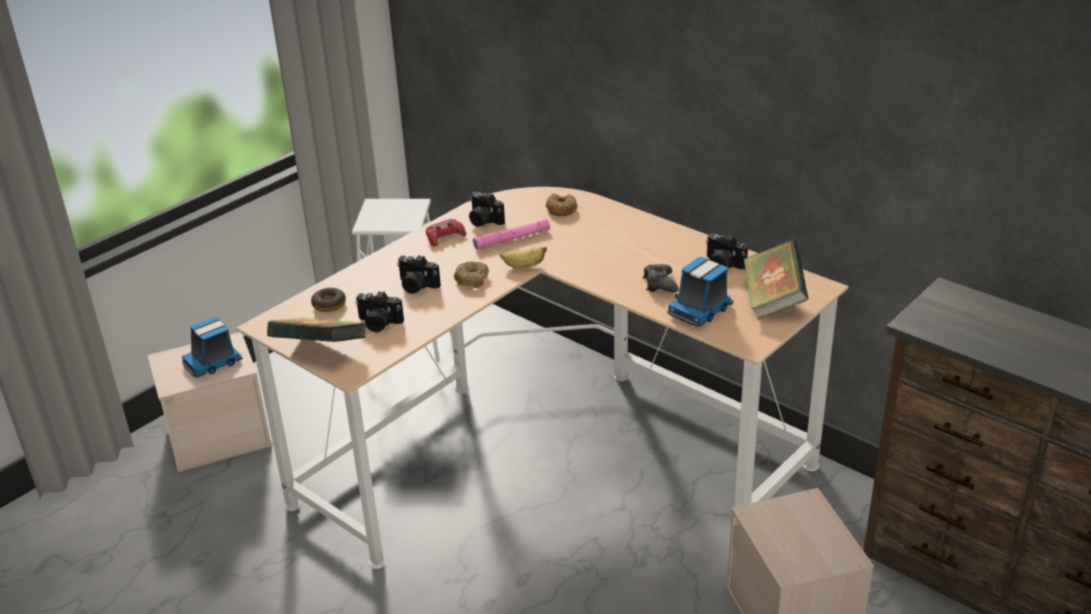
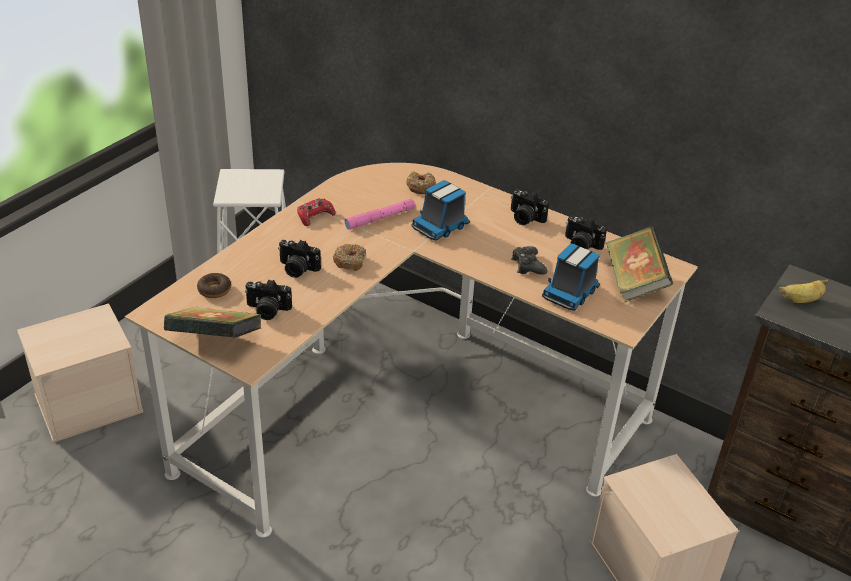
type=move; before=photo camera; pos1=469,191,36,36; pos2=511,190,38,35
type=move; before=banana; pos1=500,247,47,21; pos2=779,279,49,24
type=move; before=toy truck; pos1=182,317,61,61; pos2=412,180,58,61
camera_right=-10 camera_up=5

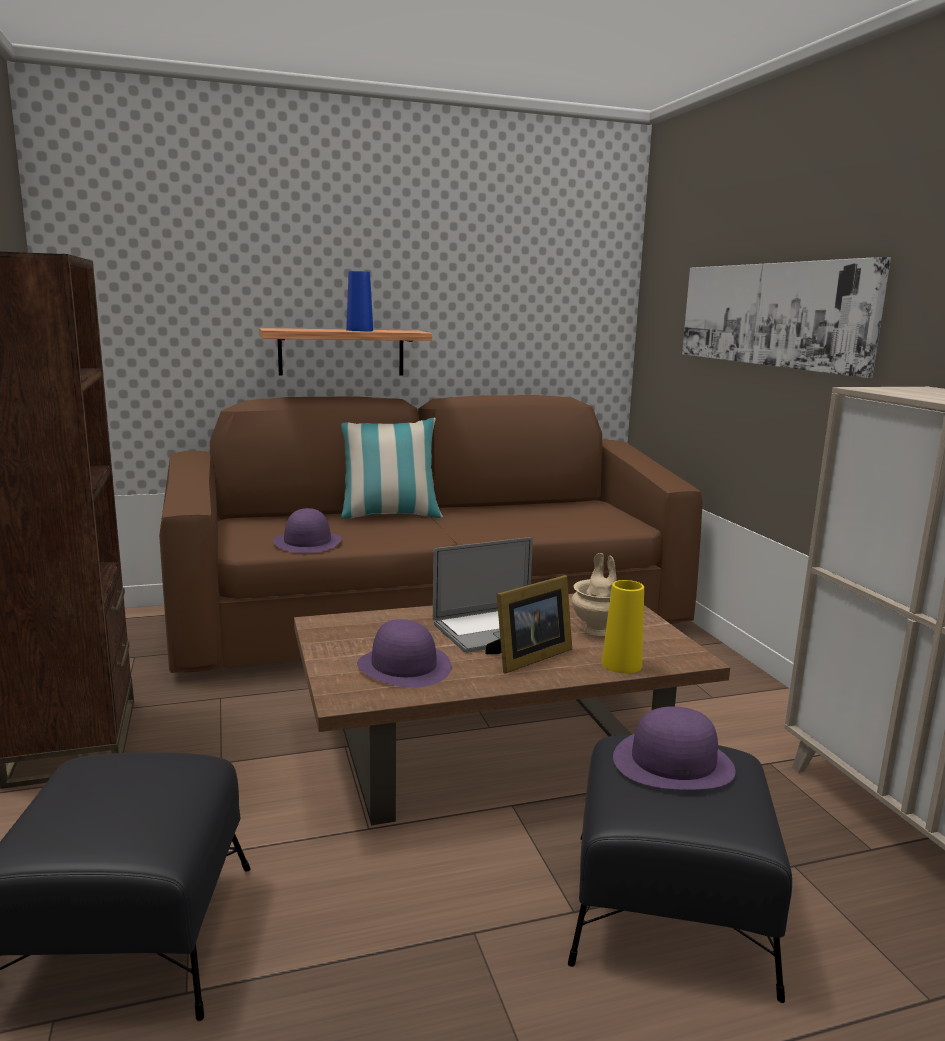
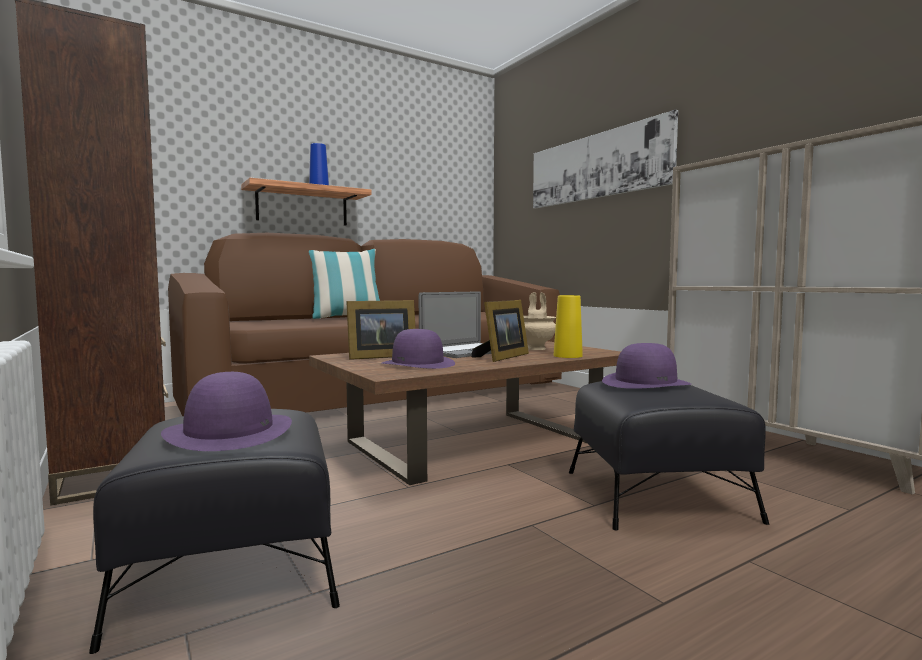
type=move; before=hat in purple; pos1=273,508,69,45; pos2=161,372,131,79
type=insert; after=picture frame; pos2=346,300,70,60
camera_right=-15 camera_up=-10

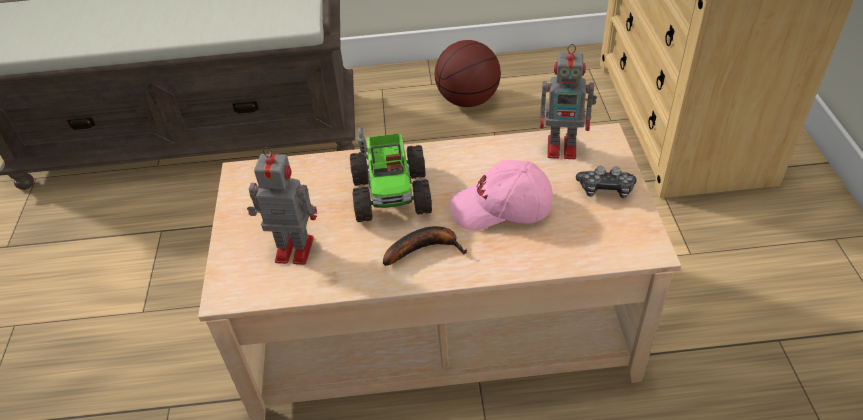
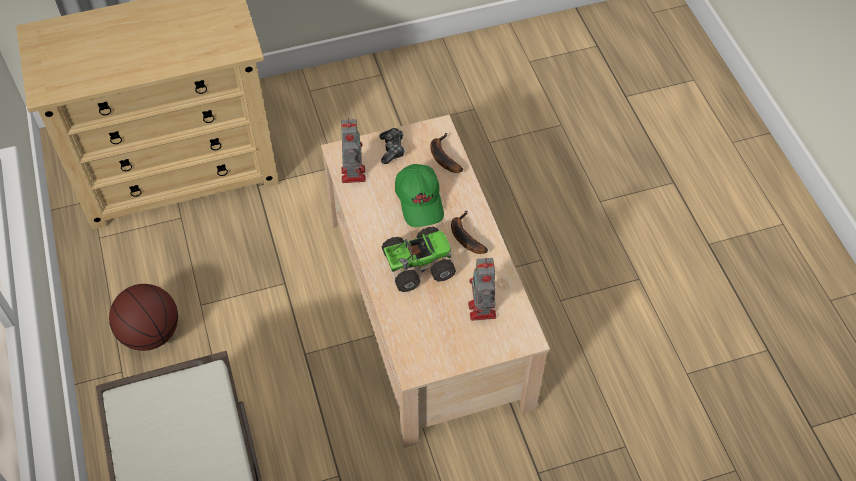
type=recolor; before=cap in pink; after=cap in green; pos1=450,160,103,71; pos2=395,164,49,63
type=insert; after=banana; pos2=430,133,33,40
camera_right=-105 camera_up=10

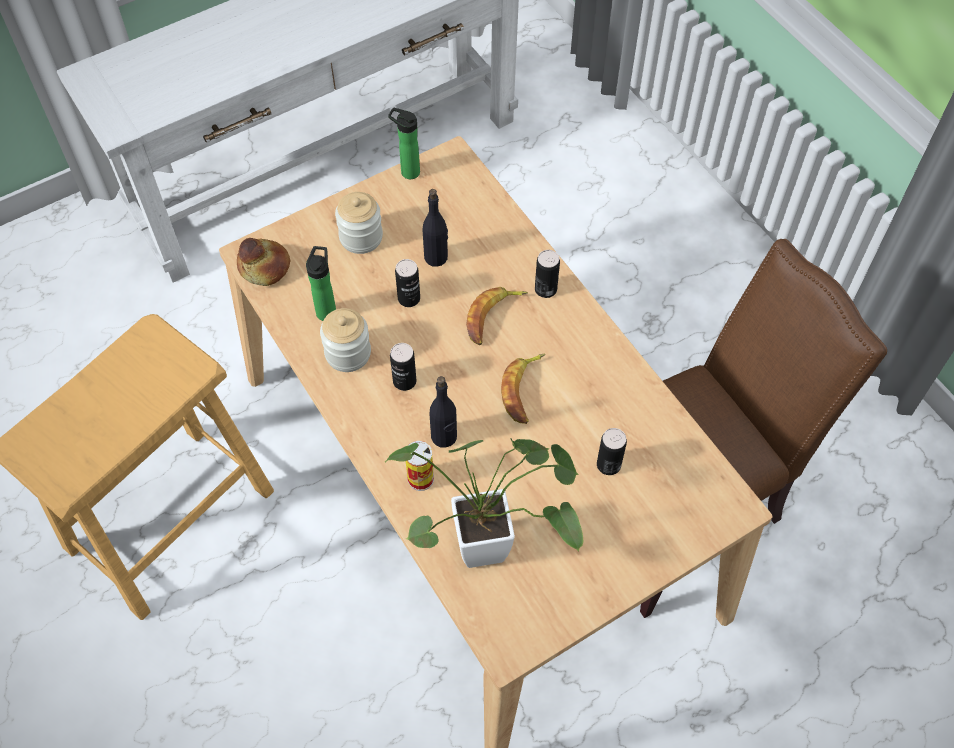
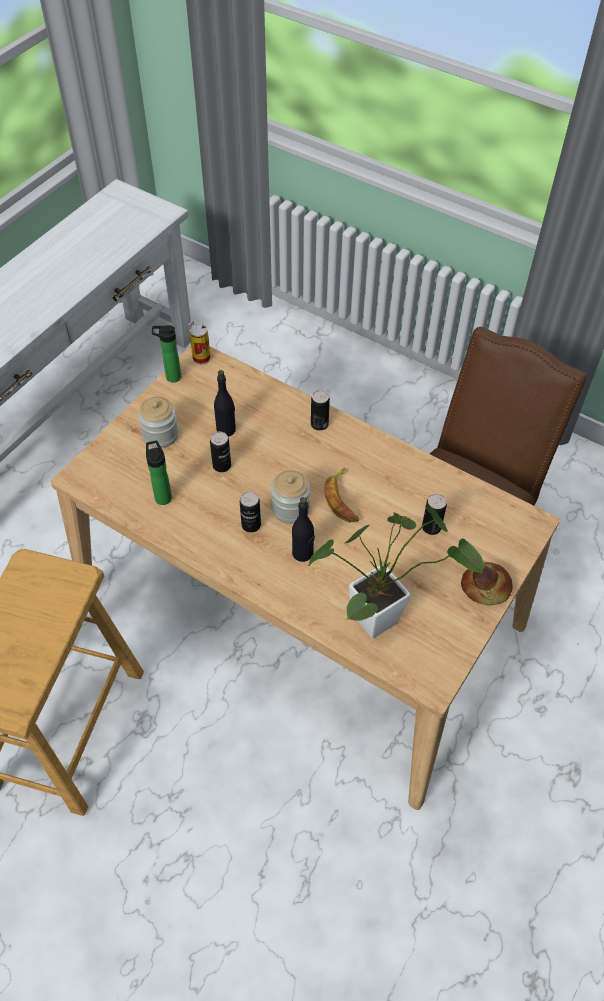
type=move; before=bread; pos1=237,238,53,48; pos2=461,562,52,43
type=delete; before=banana; pos1=466,287,62,58
type=move; before=jar; pos1=320,308,51,64; pos2=271,470,39,54
type=move; before=can; pos1=406,441,28,50; pos2=189,323,22,42
camera_right=-25 camera_up=-5

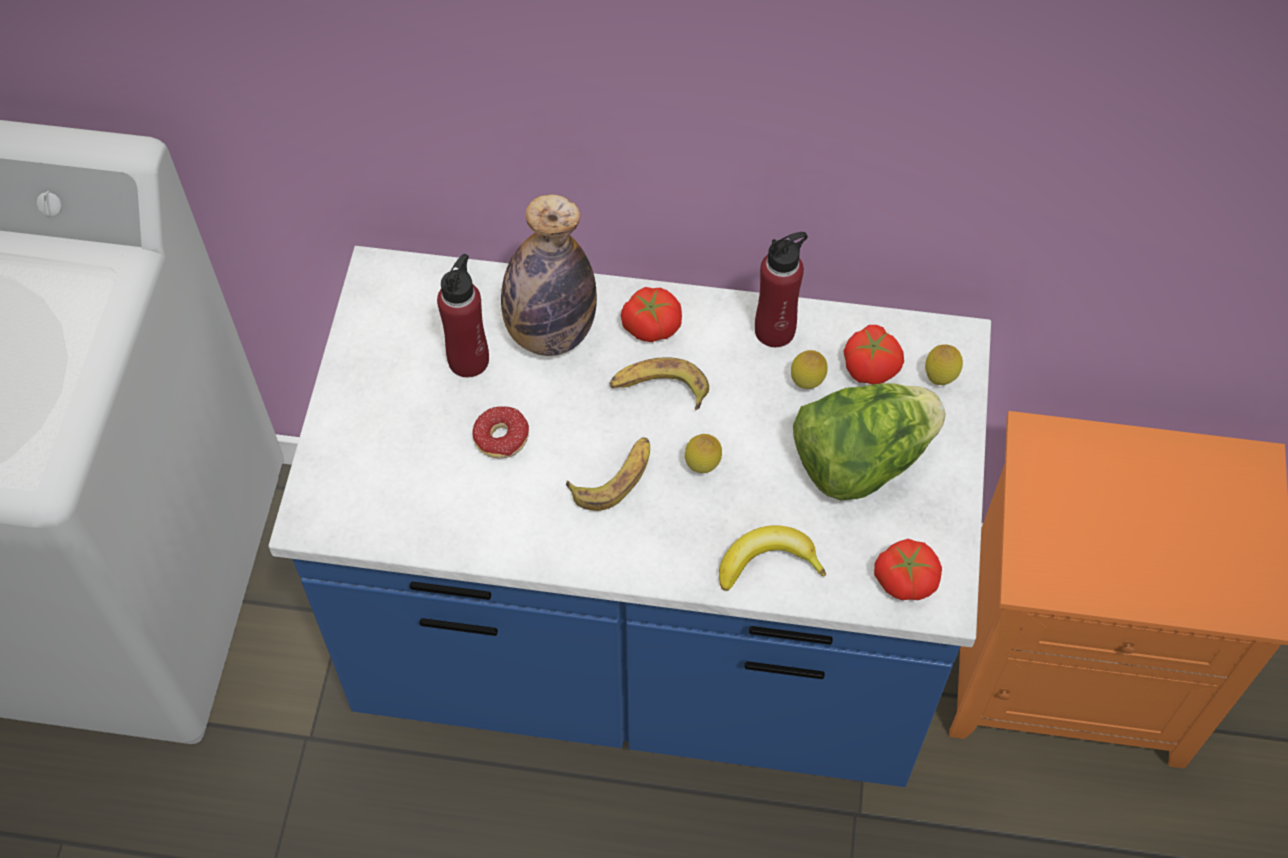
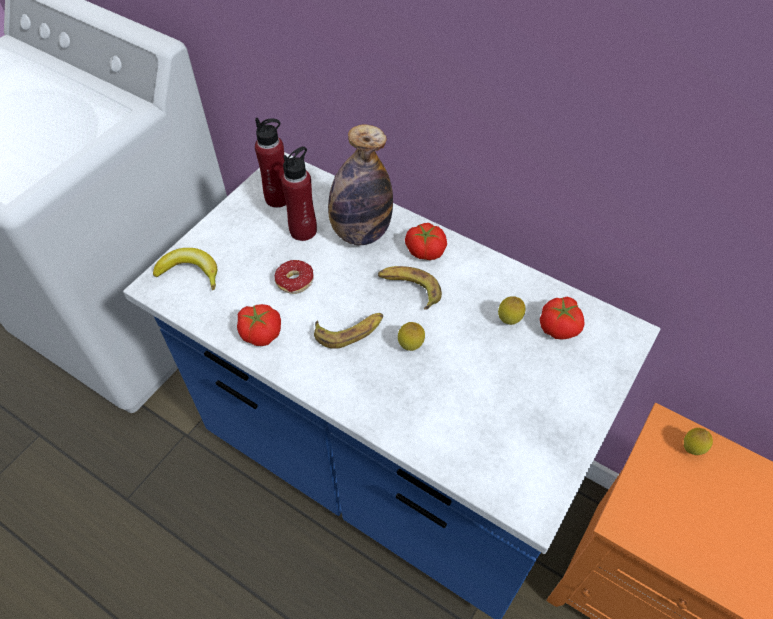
type=move; before=bottle in red; pos1=755,232,53,115; pos2=255,118,31,90
type=move; before=lemon; pos1=925,344,38,41; pos2=684,428,29,27
type=delete; before=lettuce; pos1=793,383,153,118
type=move; before=banana; pos1=719,525,107,66; pos2=153,248,64,42
type=move; before=tomato; pos1=874,539,68,61; pos2=237,304,44,42
camera_right=25 camera_up=-5

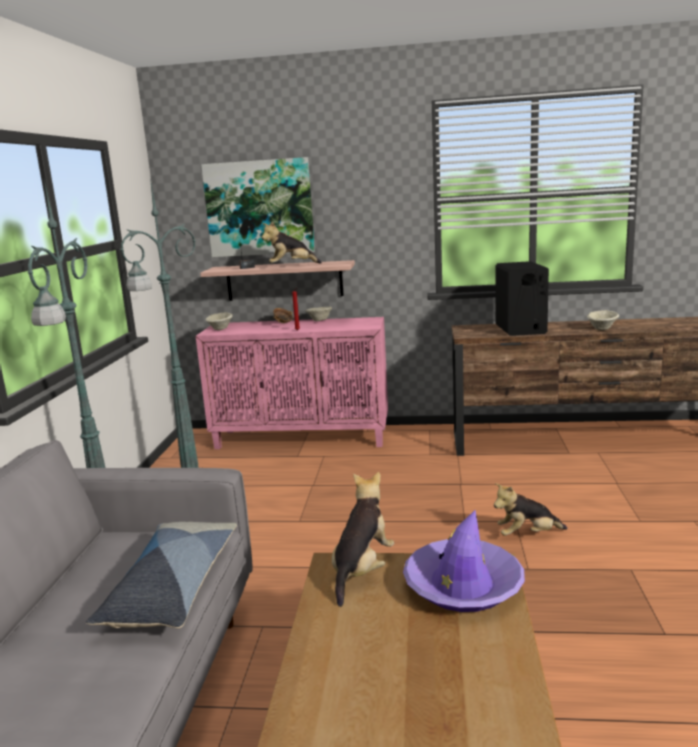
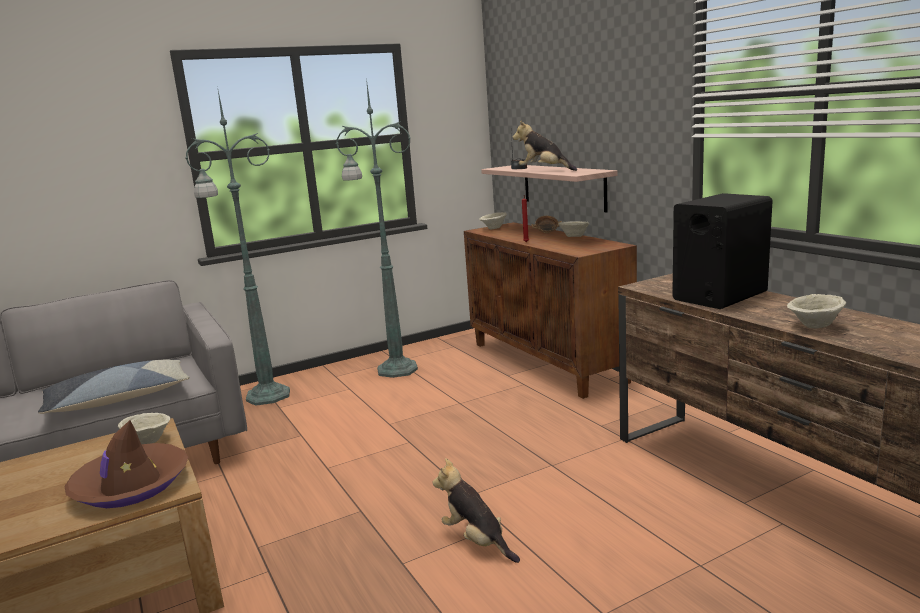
type=delete; before=picture; pos1=201,157,114,100
type=recolor; before=cabinet in pink; after=cabinet in brown; pos1=195,317,193,132; pos2=464,222,173,177
type=replace; before=plush toy; after=bowl in beige; pos1=332,472,62,135; pos2=118,413,52,31
type=recolor; before=hat in purple; after=hat in brown; pos1=403,510,122,102; pos2=65,420,123,88
camera_right=55 camera_up=0

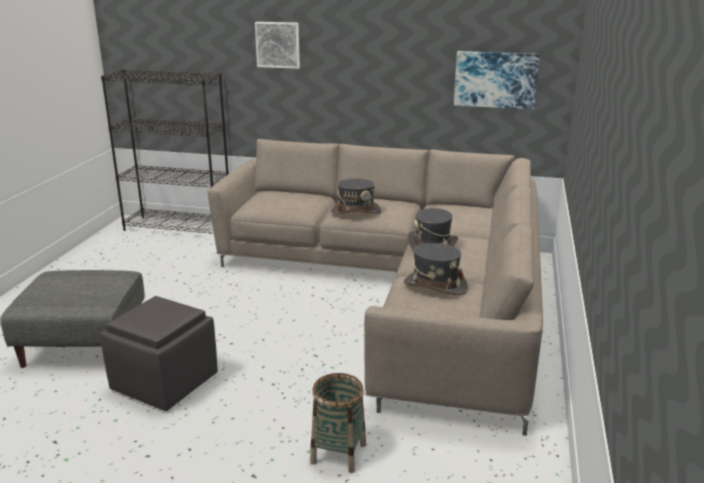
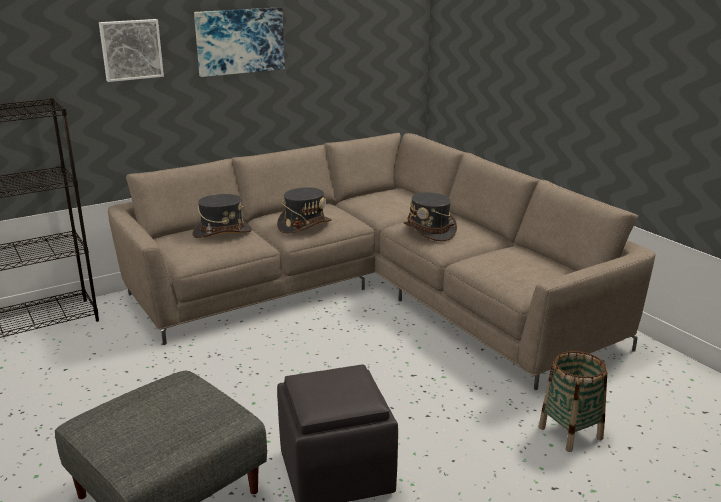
type=move; before=picture; pos1=454,51,86,58; pos2=194,7,91,70
type=move; before=hat in grey; pos1=404,243,64,52; pos2=192,194,60,44
camera_right=-45 camera_up=0

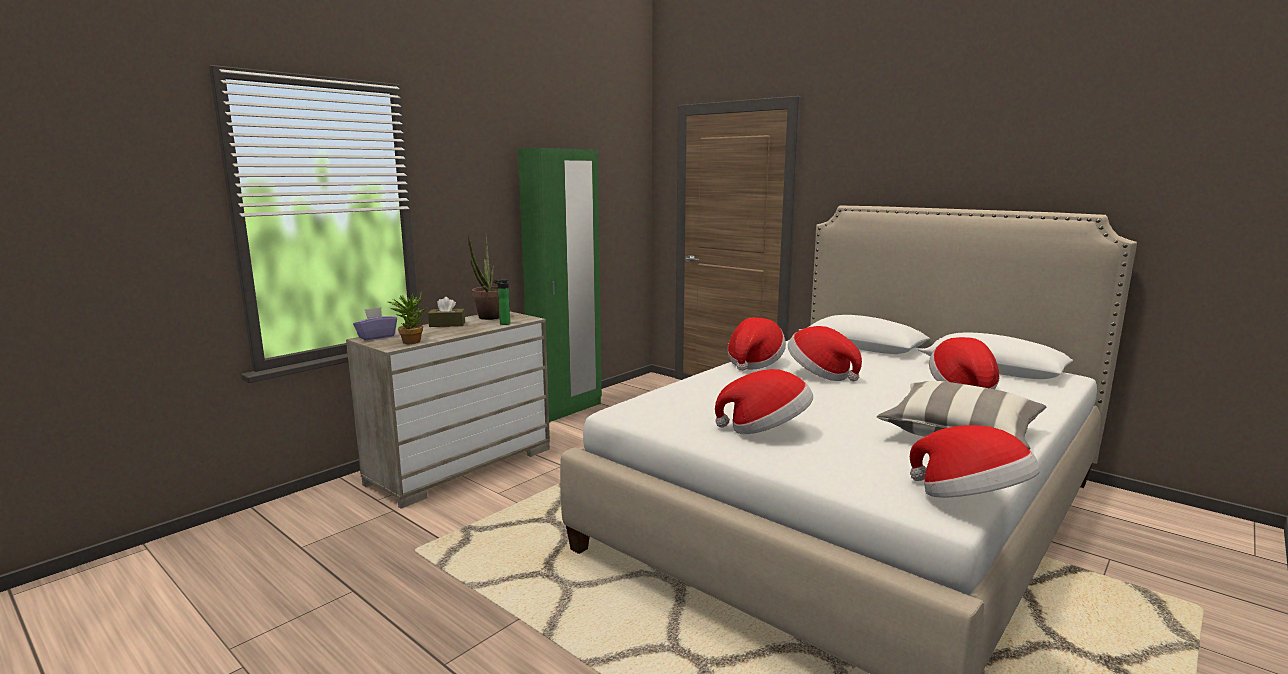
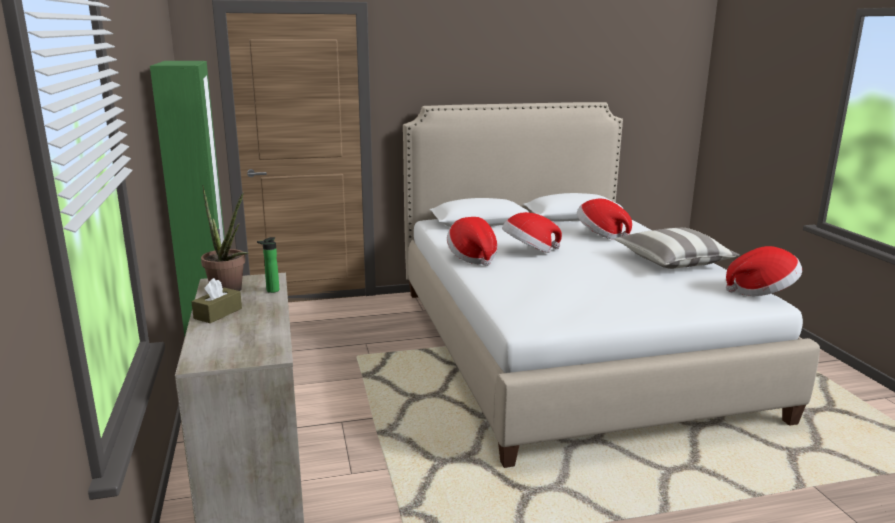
type=delete; before=potted plant; pos1=388,294,40,50
type=delete; before=tissue box in purple; pos1=353,307,44,33
type=delete; before=hat; pos1=715,369,98,65
camera_right=-55 camera_up=5

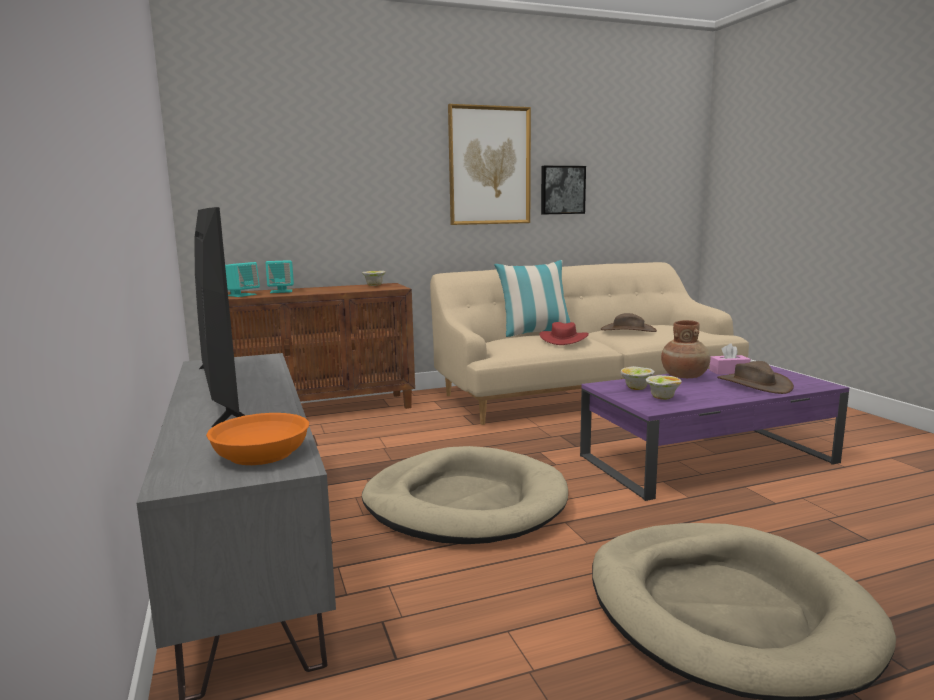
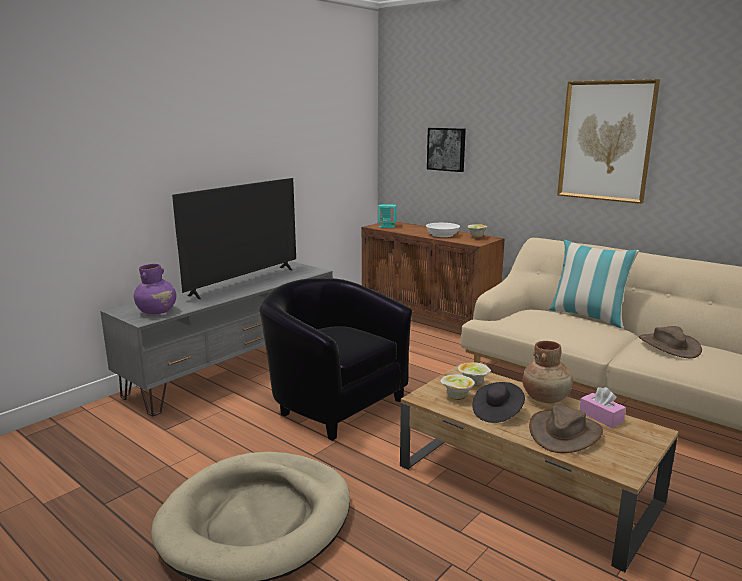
type=move; before=picture; pos1=541,166,45,48; pos2=427,128,39,44
type=delete; before=speaker in turquoise; pos1=266,260,28,33
type=delete; before=hat in red; pos1=540,322,49,23
type=recolor; before=coffee table in purple; after=coffee table in brown; pos1=580,365,269,136; pos2=400,363,279,209
type=replace; before=bowl in orange; after=vase in purple; pos1=206,413,103,52; pos2=134,264,42,50
type=replace; before=dog bed in beige; after=armchair in black; pos1=362,446,206,98; pos2=260,278,152,163
type=insert; after=bowl in white; pos2=426,223,34,14
type=insert; after=hat in black; pos2=472,382,53,41
camera_right=60 camera_up=5

